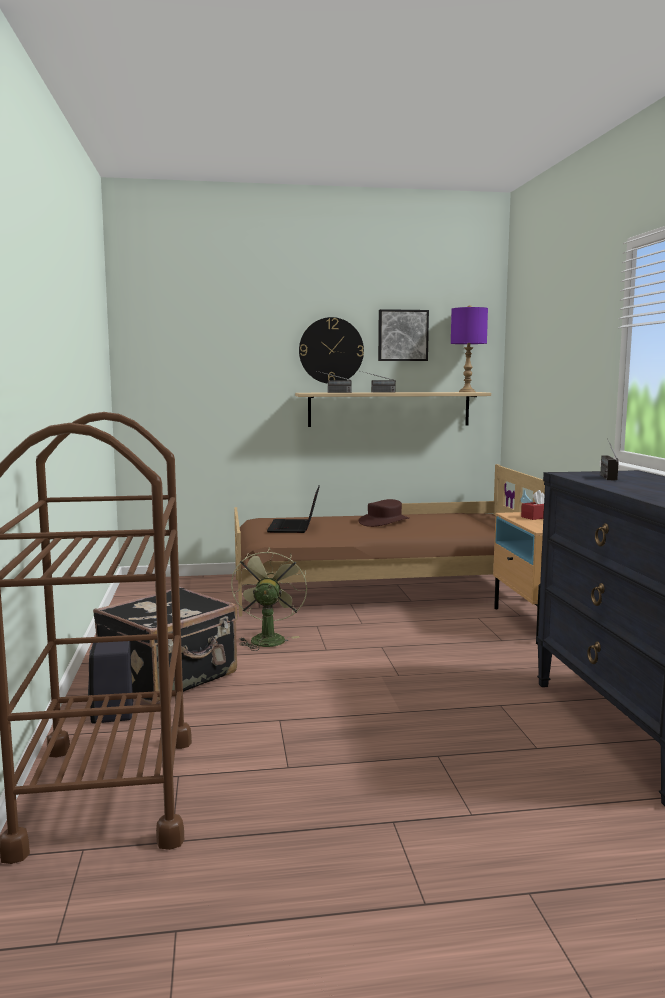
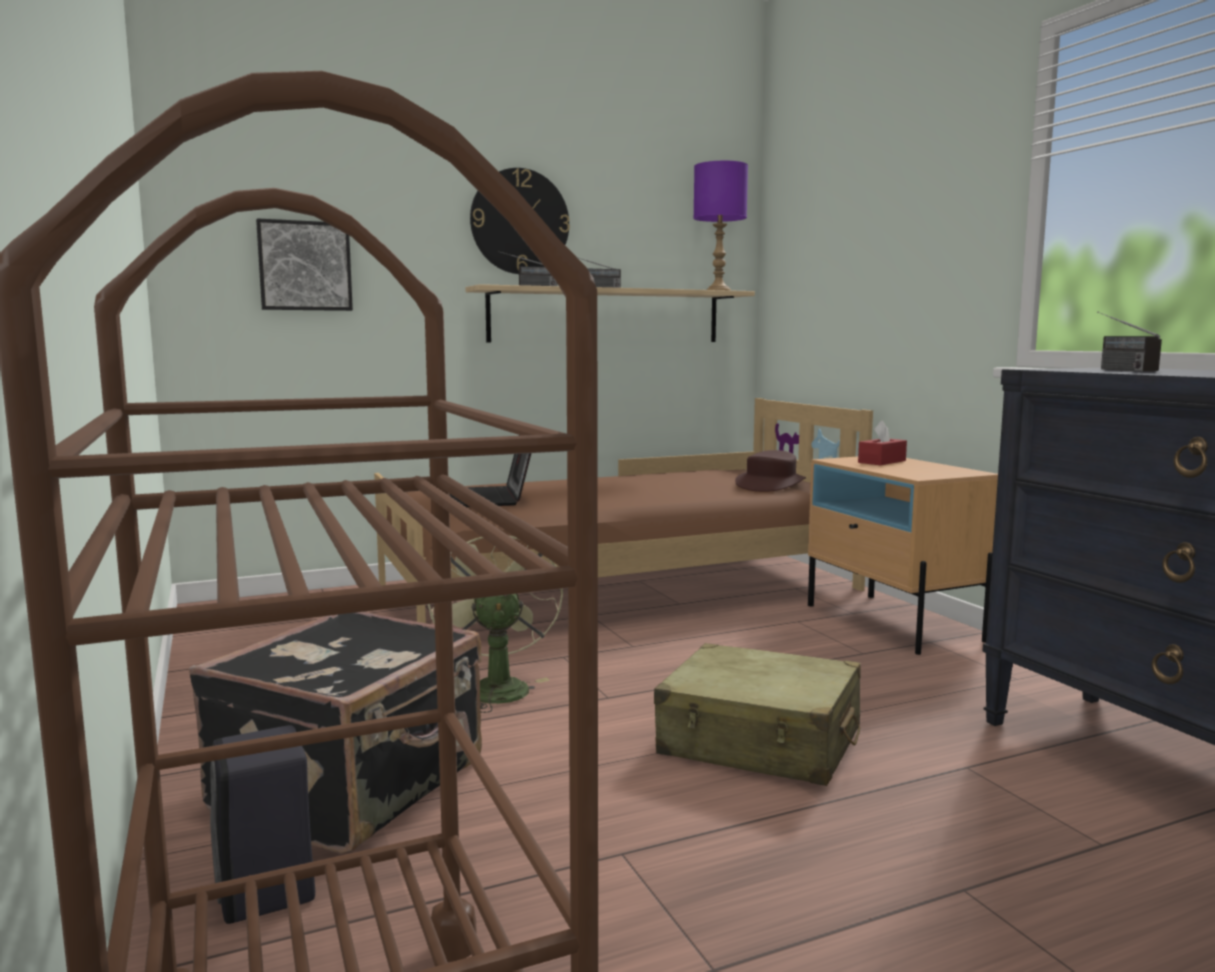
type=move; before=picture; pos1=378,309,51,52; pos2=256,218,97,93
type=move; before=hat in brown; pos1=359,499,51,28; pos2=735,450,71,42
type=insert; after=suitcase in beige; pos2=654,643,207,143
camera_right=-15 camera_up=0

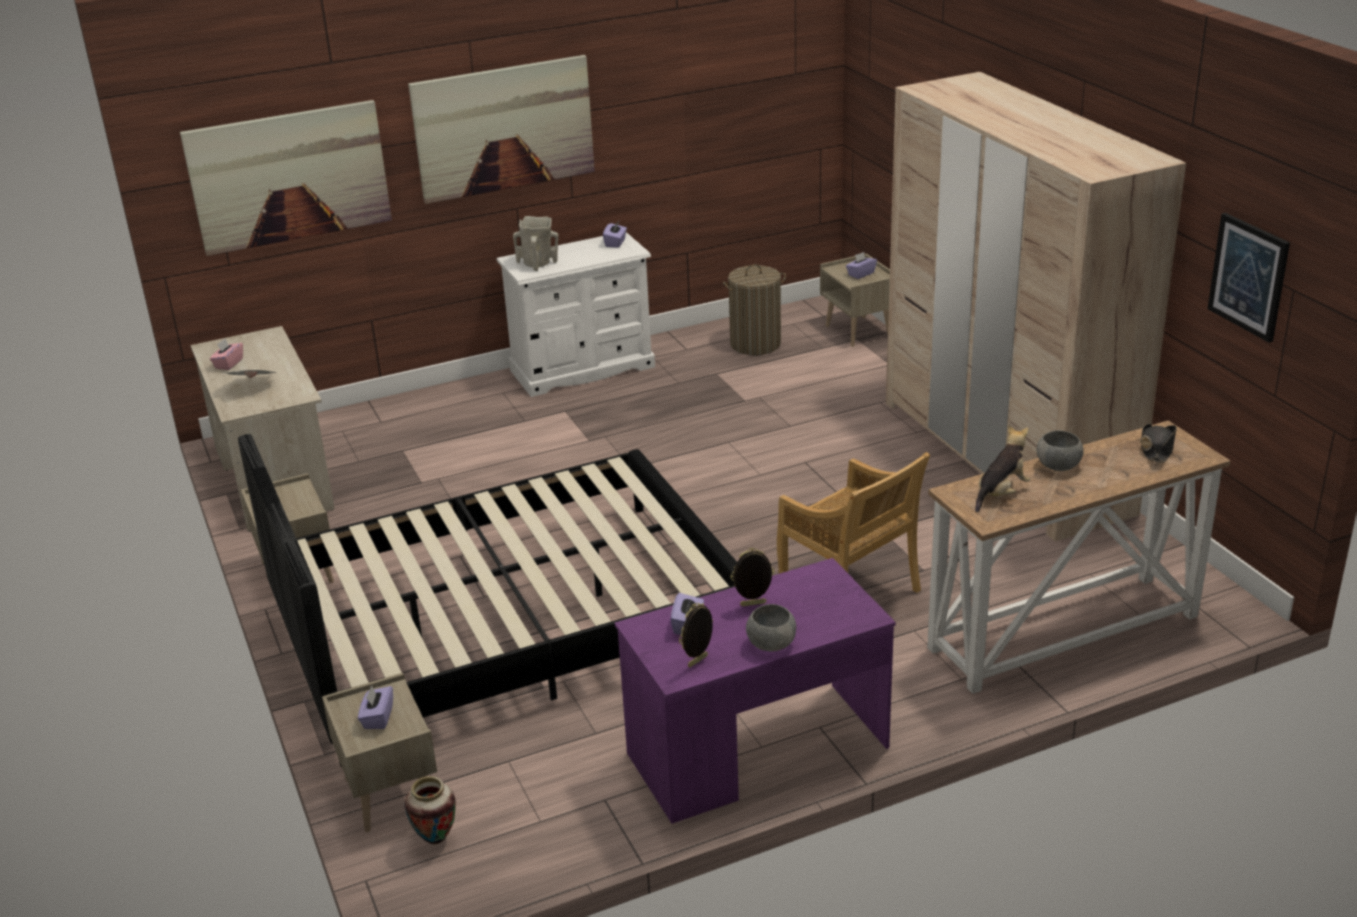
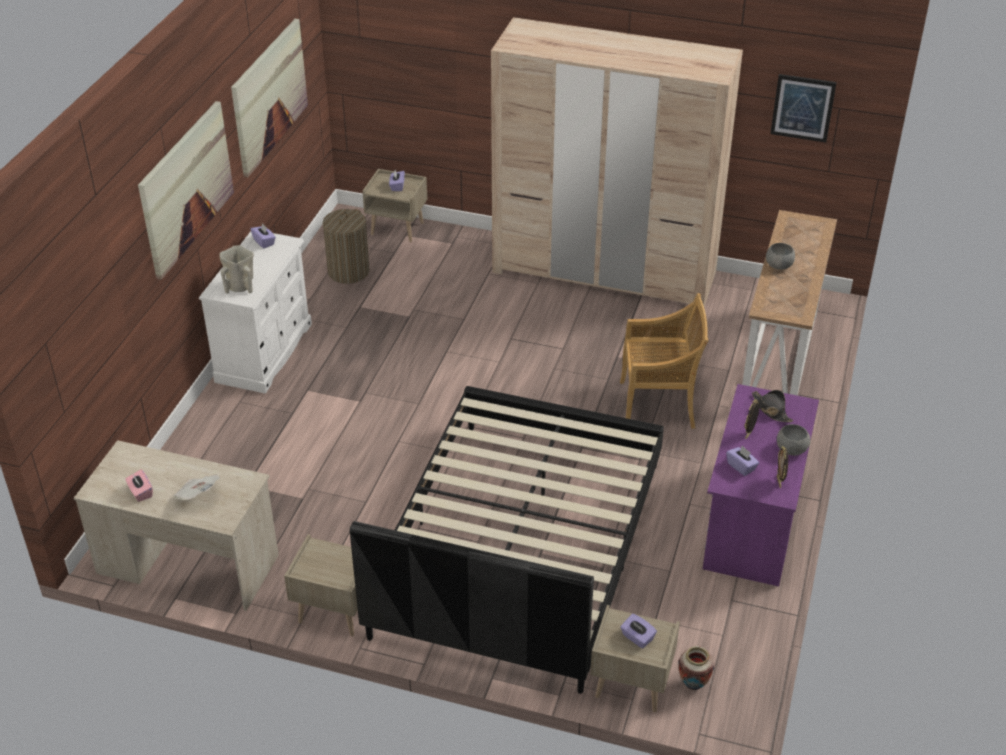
type=move; before=picture; pos1=180,100,212,156; pos2=231,19,77,158
type=move; before=hat in black; pos1=1140,424,37,39; pos2=752,390,41,32
type=delete; before=plush toy; pos1=975,425,55,87
camera_right=-50 camera_up=10

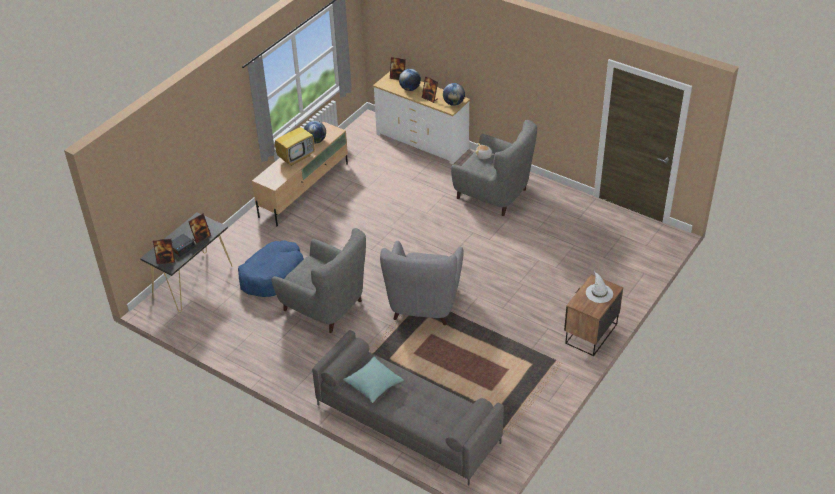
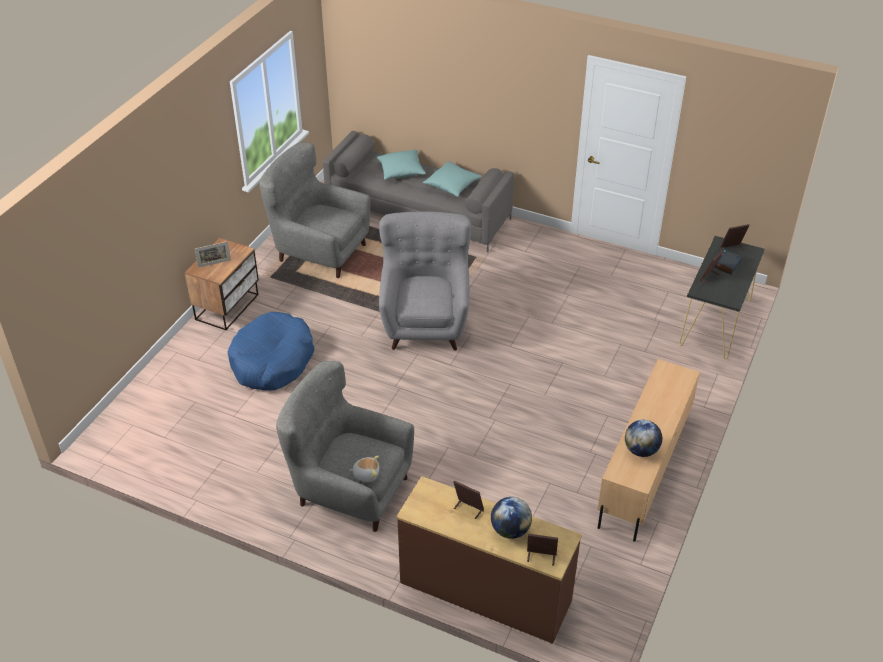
type=recolor; before=dresser in white; after=dresser in brown; pos1=373,72,97,92; pos2=396,476,186,168
type=delete; before=globe; pos1=443,83,22,23
type=delete; before=television; pos1=275,117,40,49
type=move; before=armchair in grey; pos1=271,228,95,105; pos2=259,142,111,136
type=move; before=dog bed in blue; pos1=238,240,66,57; pos2=227,312,87,79
type=replace; before=hat in white; after=picture frame; pos1=586,271,27,32; pos2=195,241,36,27
type=insert; after=pillow in turquoise; pos2=377,150,49,30
camera_right=170 camera_up=0

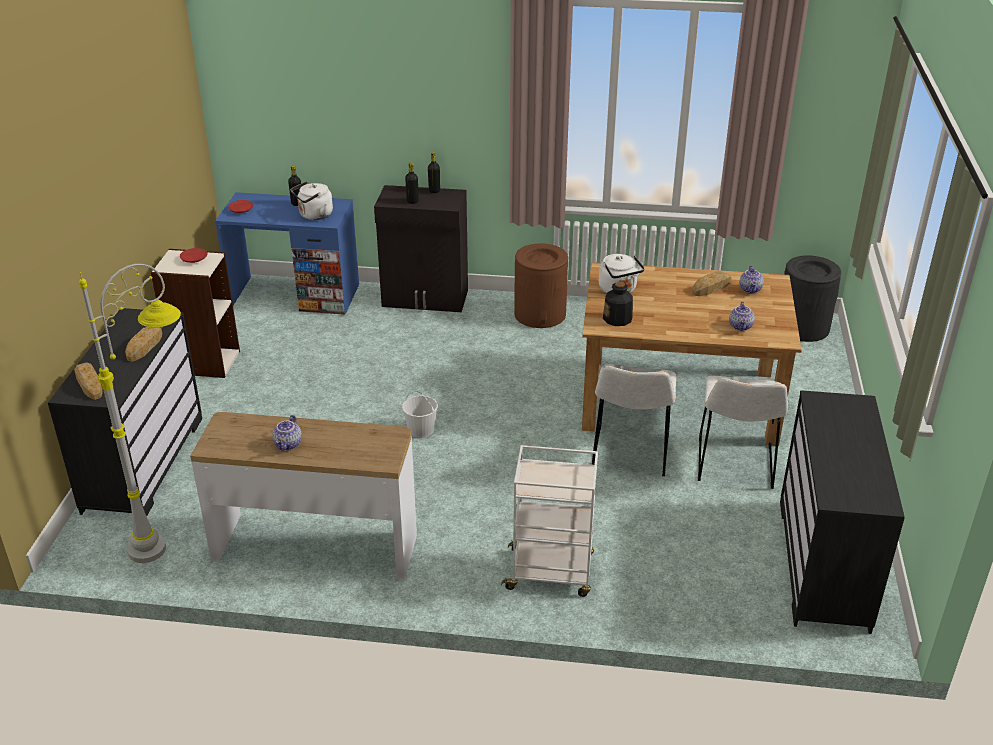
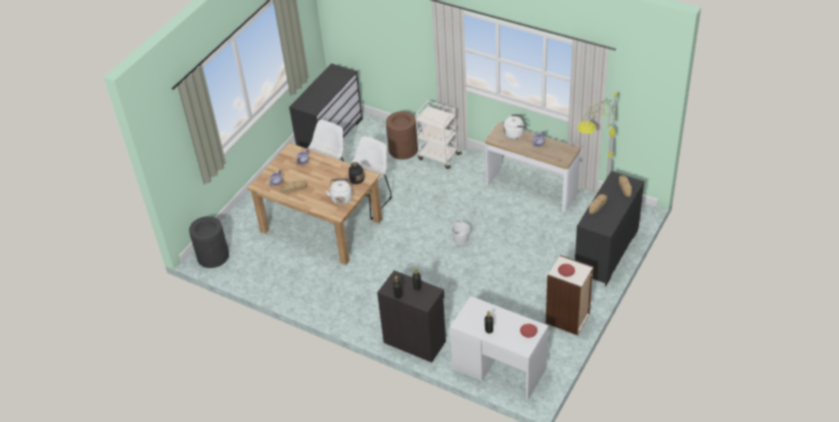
type=move; before=kettle in white; pos1=291,181,42,39; pos2=504,114,23,25
type=recolor; before=desk in blue; after=desk in white; pos1=215,192,144,123; pos2=450,296,98,104
type=move; before=trash can in brown; pos1=514,243,54,85; pos2=386,111,32,49
camera_right=-155 camera_up=10

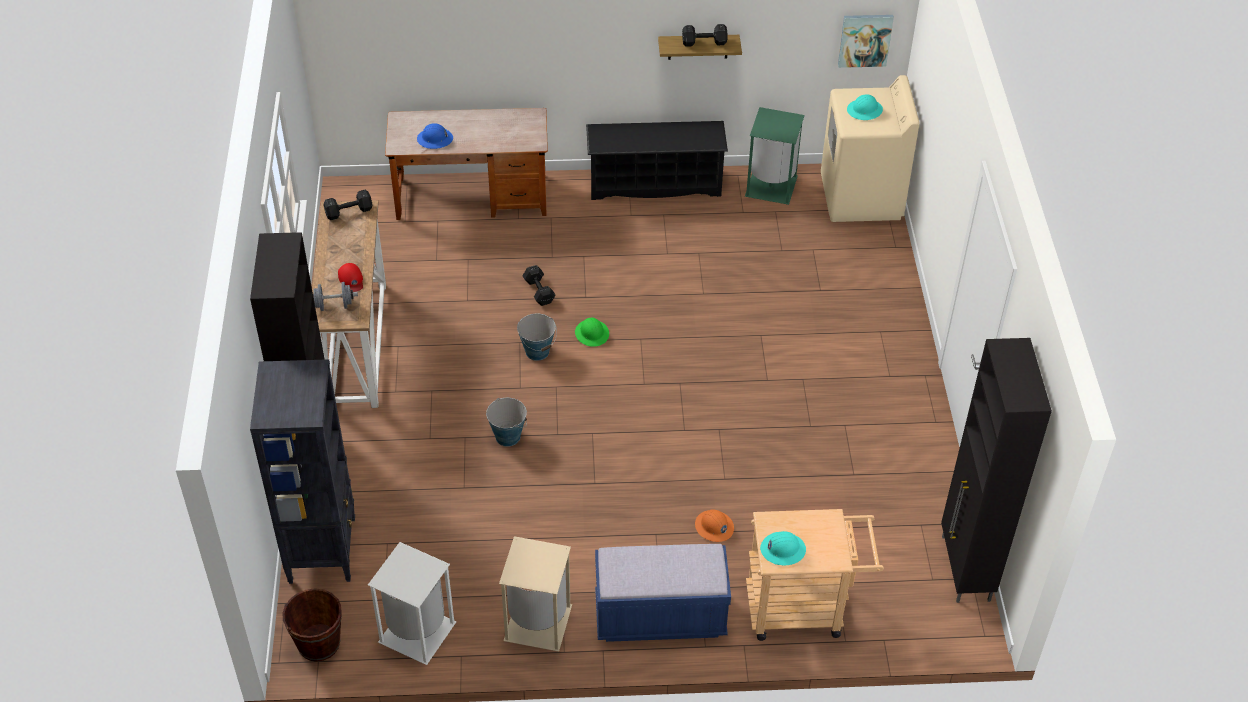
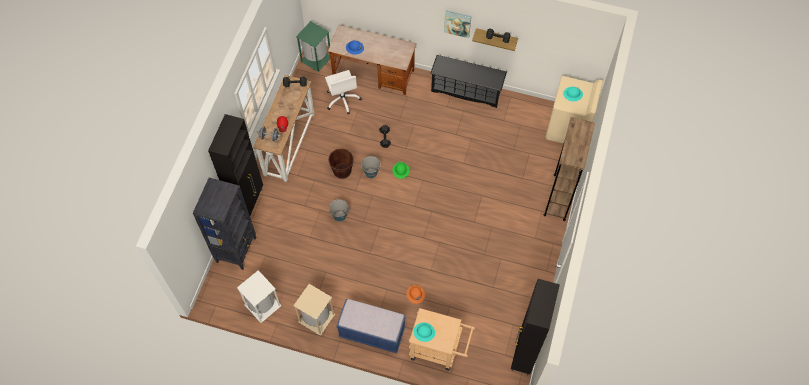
type=move; before=picture; pos1=838,15,56,53; pos2=444,10,27,28
type=move; before=trash can in green; pos1=745,107,60,98; pos2=296,21,34,51
type=move; before=bucket in brown; pos1=282,588,60,74; pos2=328,149,26,30
type=insert; after=office chair in white; pos2=325,70,36,44
type=insert; after=bookcase in brown; pos2=544,117,51,104
camera_right=20 camera_up=15

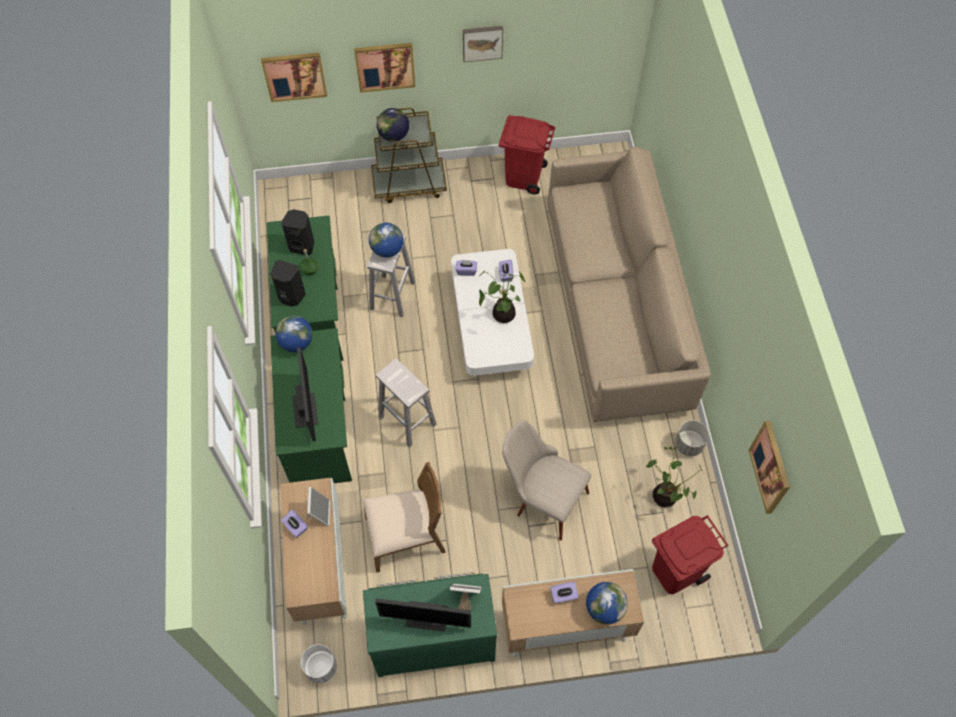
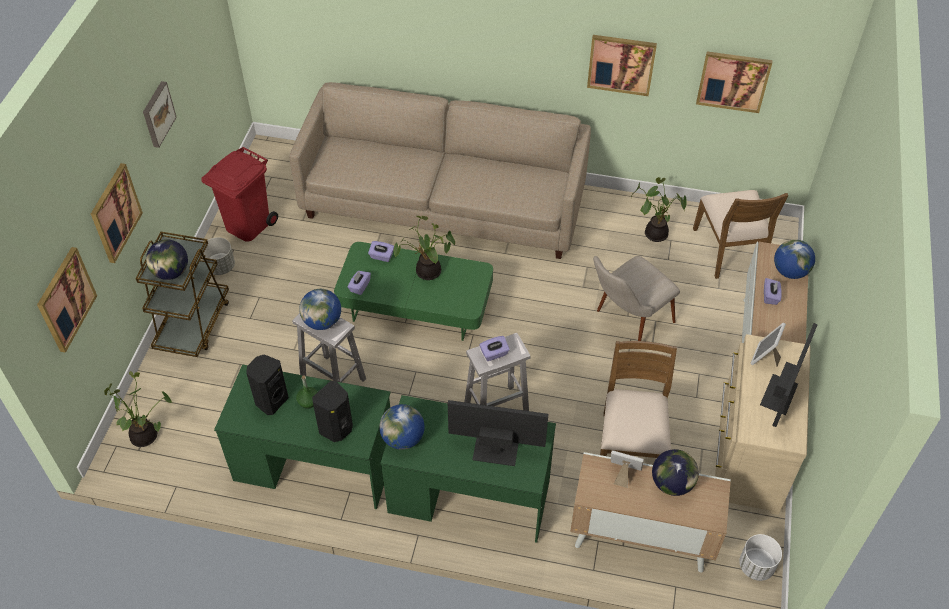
type=recolor; before=coffee table in white; after=coffee table in green; pos1=451,249,83,127; pos2=334,242,159,99
type=move; before=planter in grey; pos1=675,420,34,37; pos2=203,237,32,38
type=move; before=tissue box in purple; pos1=281,509,27,28; pos2=479,336,31,25
type=replace; before=trash can in red; after=chair in brown; pos1=652,515,76,79; pos2=693,190,95,89
type=recolor; before=dresser in green; after=dresser in beige; pos1=363,572,134,105; pos2=715,334,96,181
type=insert; after=picture; pos2=587,35,70,61
type=insert; after=potted plant; pos2=104,371,68,76
type=insert; after=globe; pos2=652,449,47,47
camera_right=-70 camera_up=-10

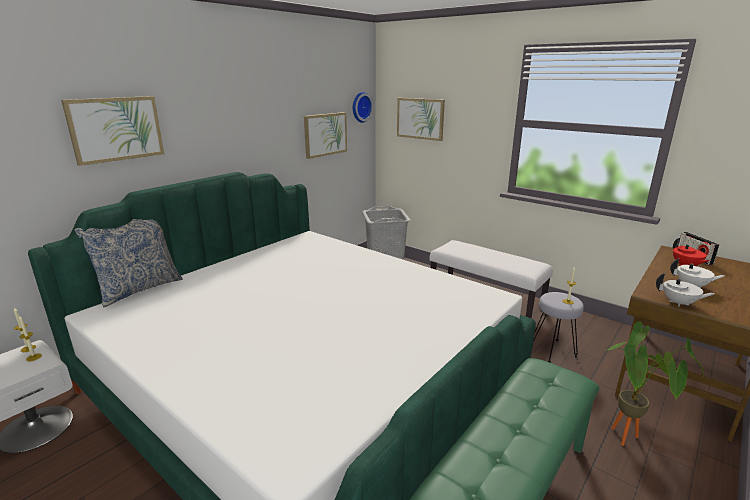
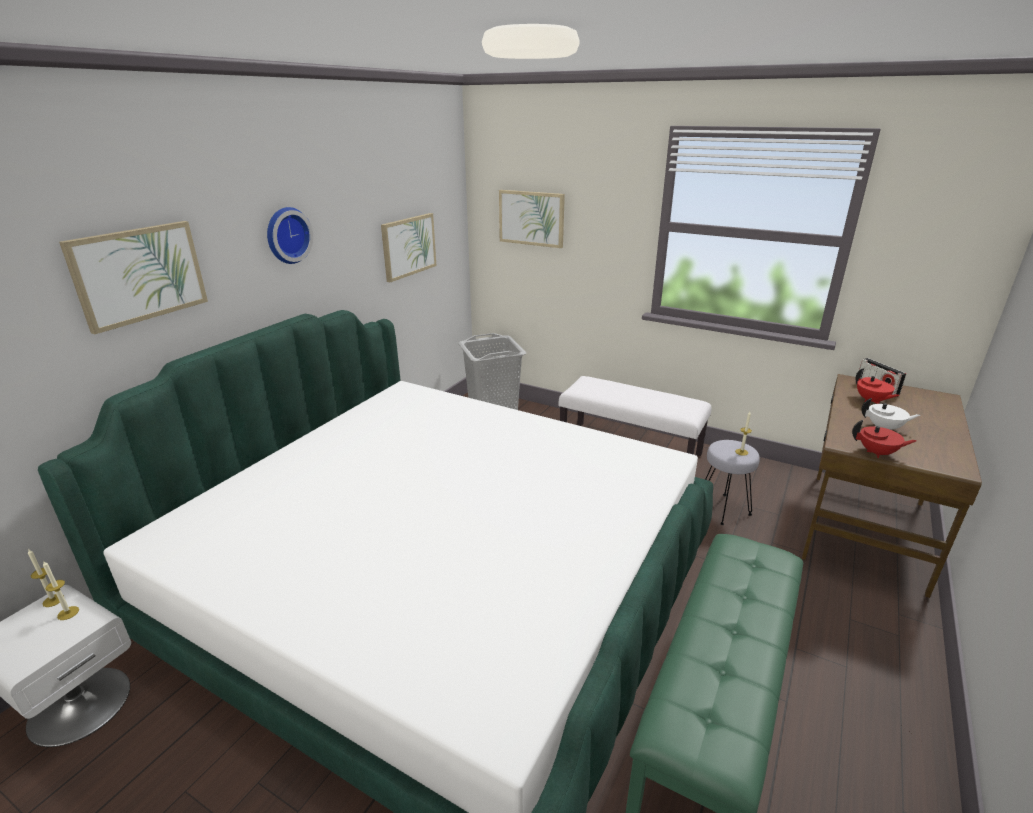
type=move; before=wall clock; pos1=353,92,20,31; pos2=267,207,46,57
type=delete; before=pillow; pos1=74,219,109,88
type=recolor; before=teapot in white; after=teapot in red; pos1=656,273,59,34; pos2=852,420,65,38
type=delete; before=potted plant; pos1=605,322,99,124
camera_right=-10 camera_up=5

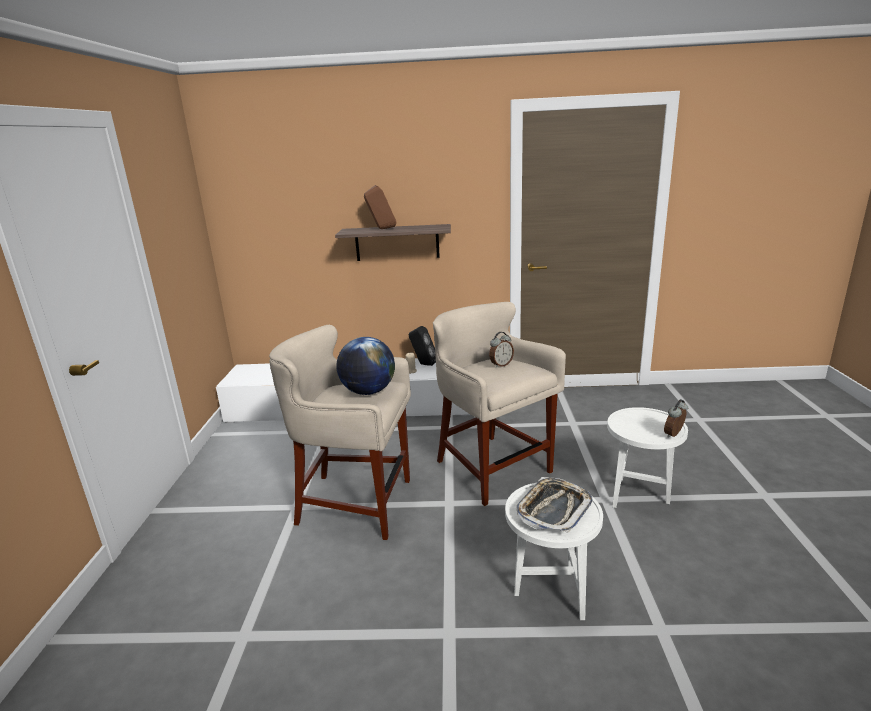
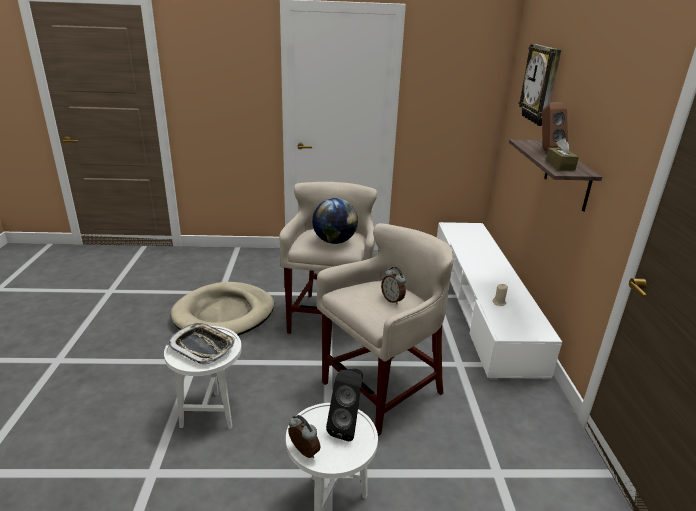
type=move; before=speaker in black; pos1=409,326,27,40; pos2=326,369,37,72
type=insert; after=wall clock; pos2=519,44,42,82
type=insert; after=tissue box in brown; pos2=546,138,33,33
type=insert; after=dog bed in beige; pos2=171,282,103,54
camera_right=85 camera_up=5

